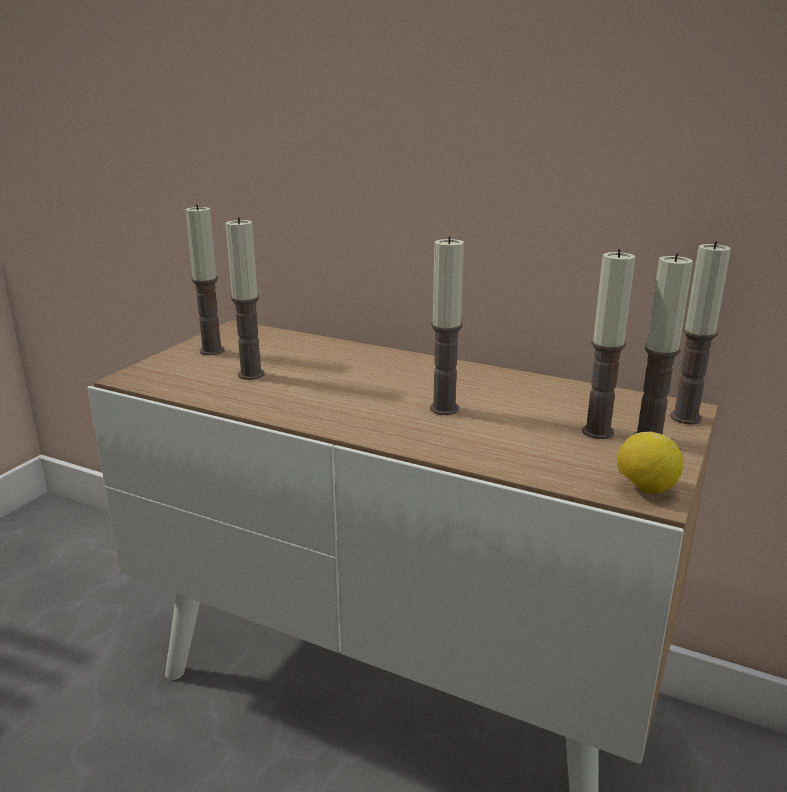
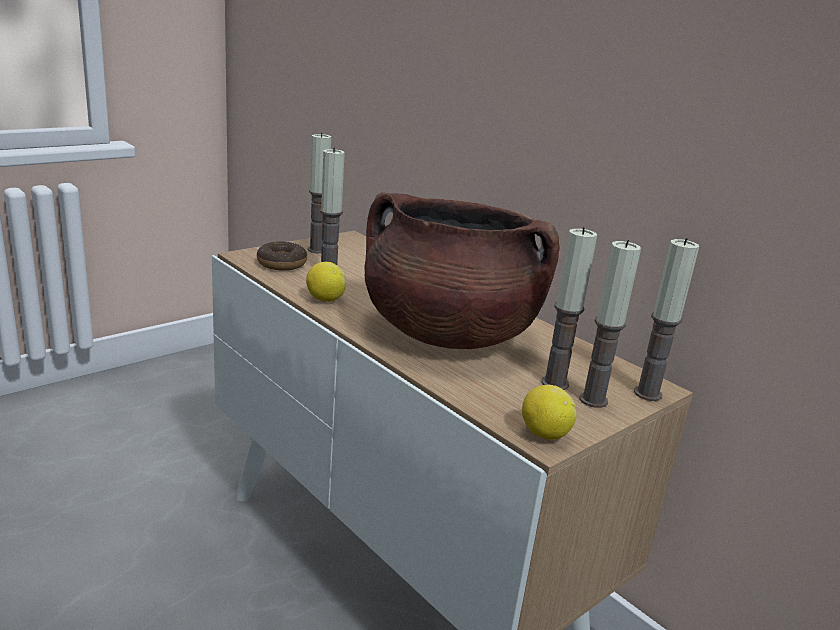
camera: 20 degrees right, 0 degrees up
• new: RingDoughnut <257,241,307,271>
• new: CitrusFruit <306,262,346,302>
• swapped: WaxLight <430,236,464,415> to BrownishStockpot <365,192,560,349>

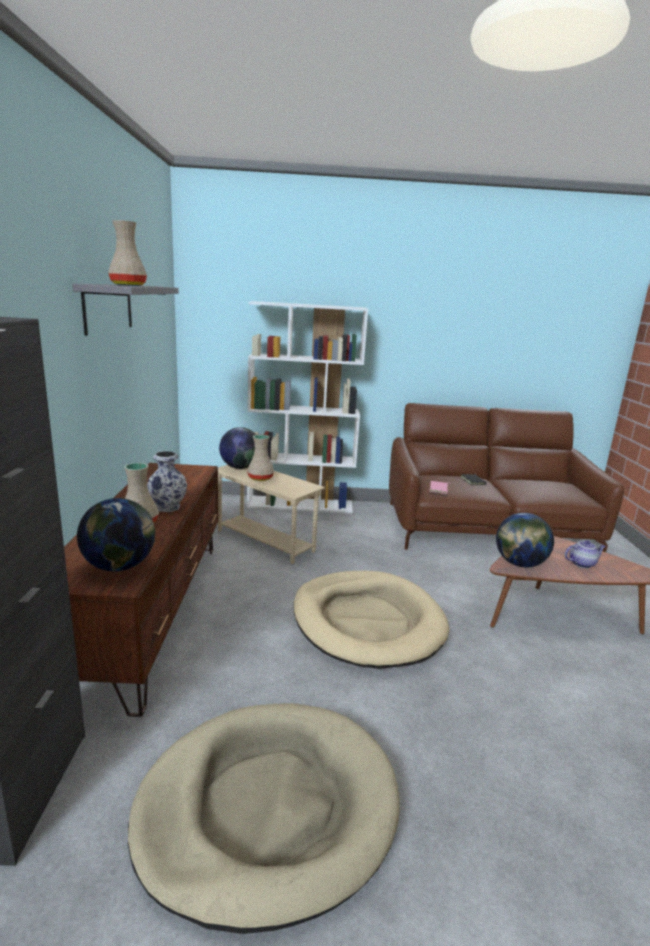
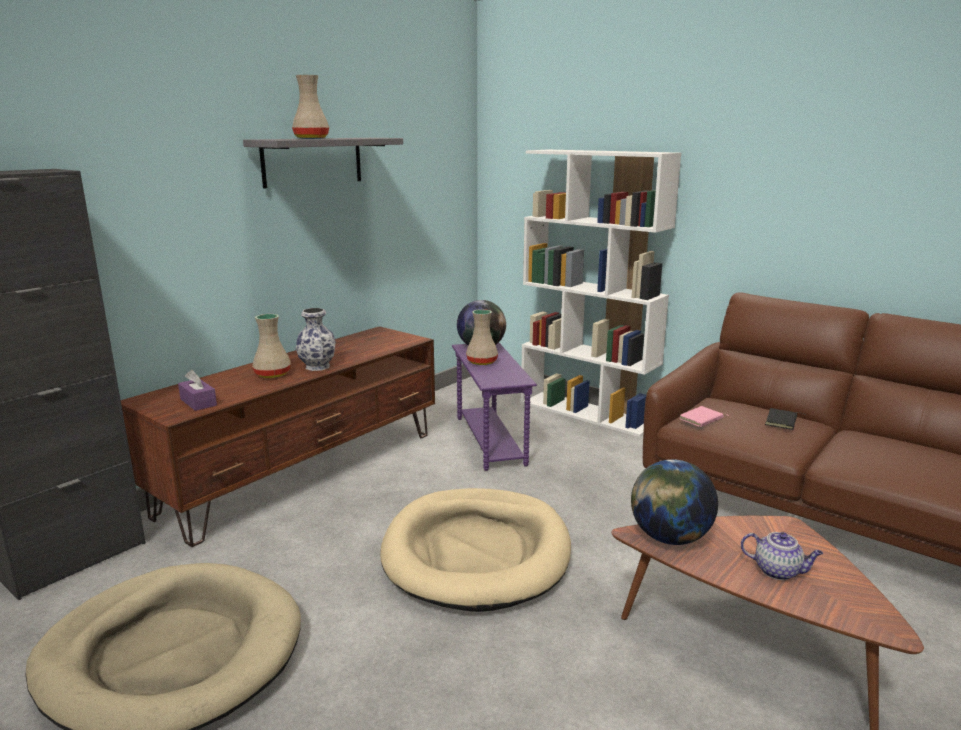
camera: 40 degrees right, 0 degrees up
• swapped: WorldGlobe <77,498,155,571> to PurpleColouredTissueBox <178,370,217,411>
• repainted: BeigeColouredSideTable <218,465,325,564> to PurpleColouredSideTable <452,343,537,471>

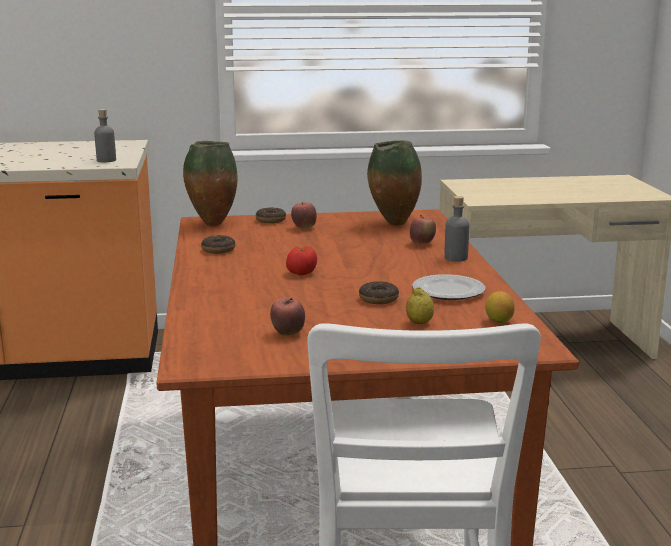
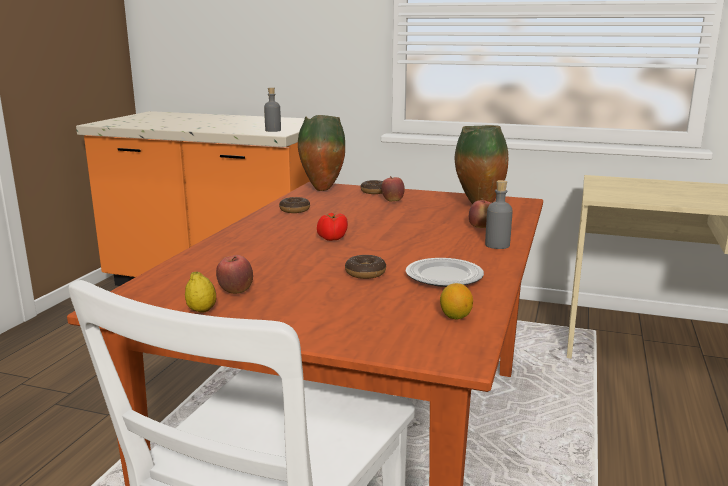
camera: 25 degrees right, 0 degrees up
• shifted: CitrusFruit <406,287,434,324> to <185,271,216,312>

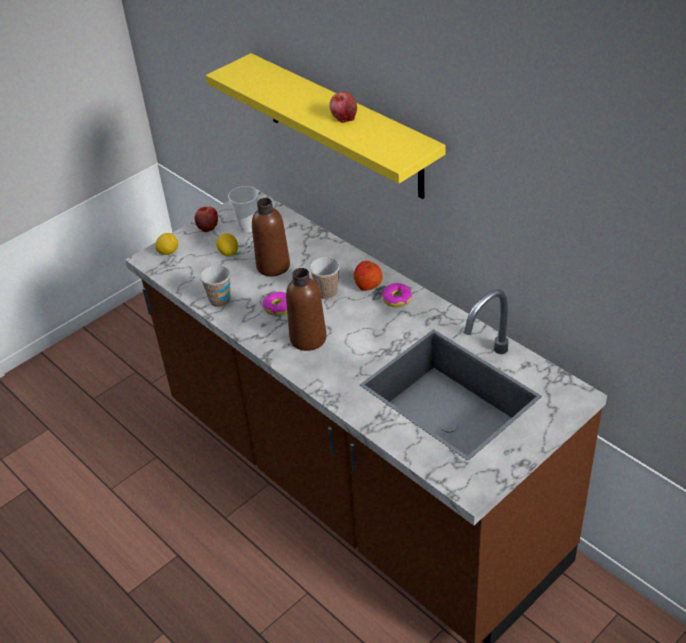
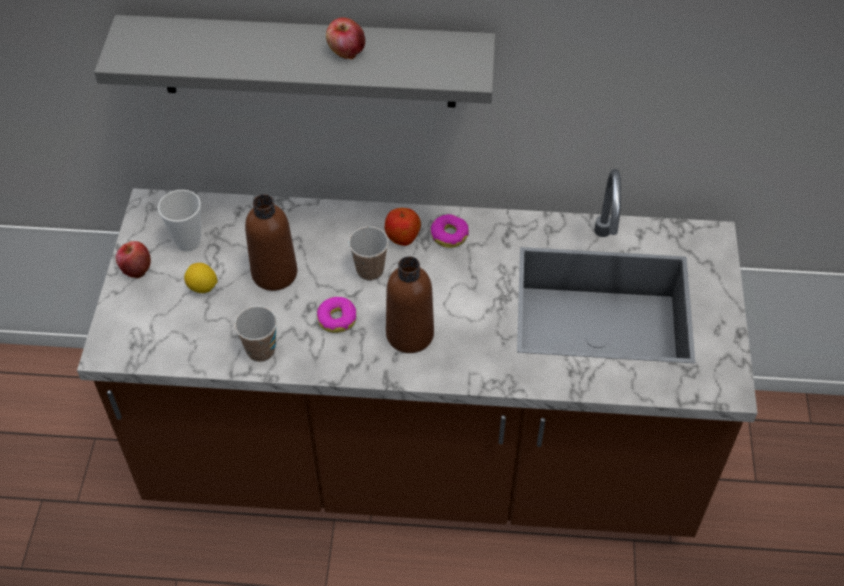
camera: 45 degrees left, 10 degrees up
• gone: CitrusFruit <155,233,178,255>
• repainted: YellowColouredWallShelf <206,53,445,199> to GreyWallShelf <94,15,496,108>

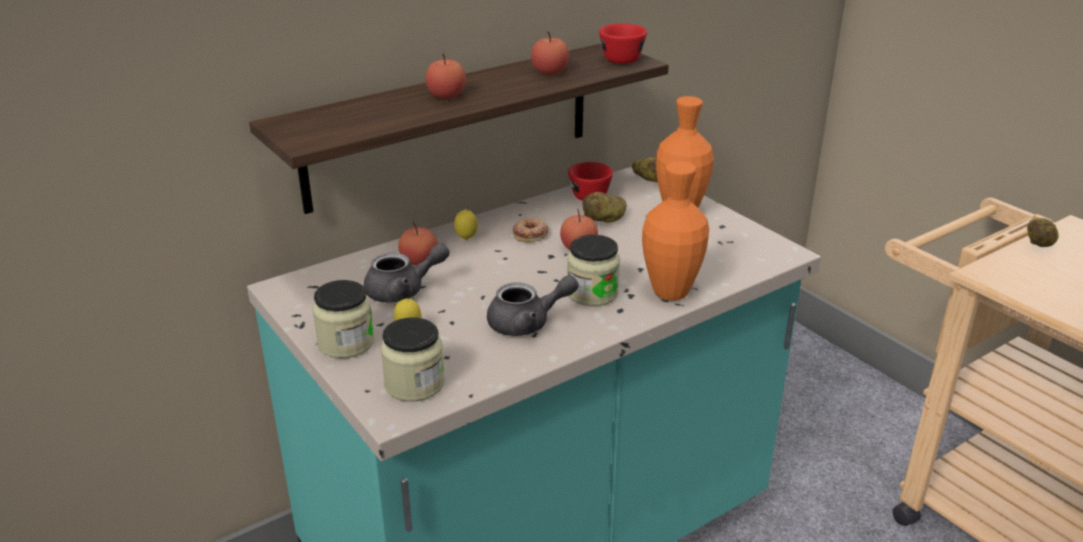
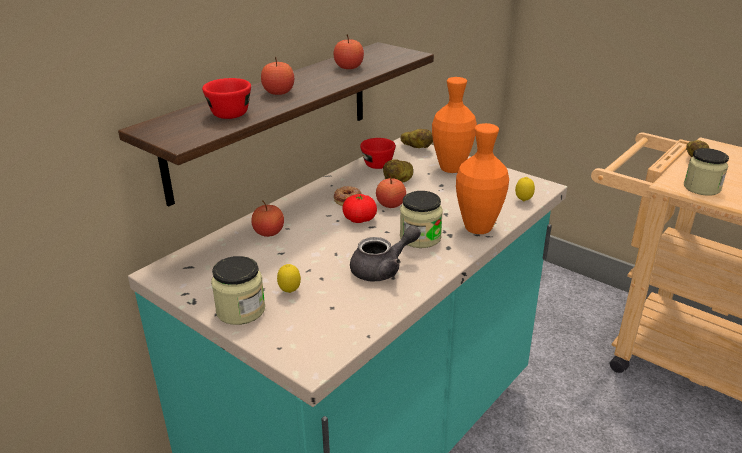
camera: 15 degrees left, 0 degrees up
• gone: GreyTeapot <364,243,450,303>
• new: FreshTomato <343,194,377,223>
• shifted: StorageJar <381,318,445,402> to <684,148,729,196>
• shifted: CitrusFruit <454,209,478,240> to <515,177,535,201>
• shifted: ReddishSmallCup <599,23,647,64> to <202,78,251,119>

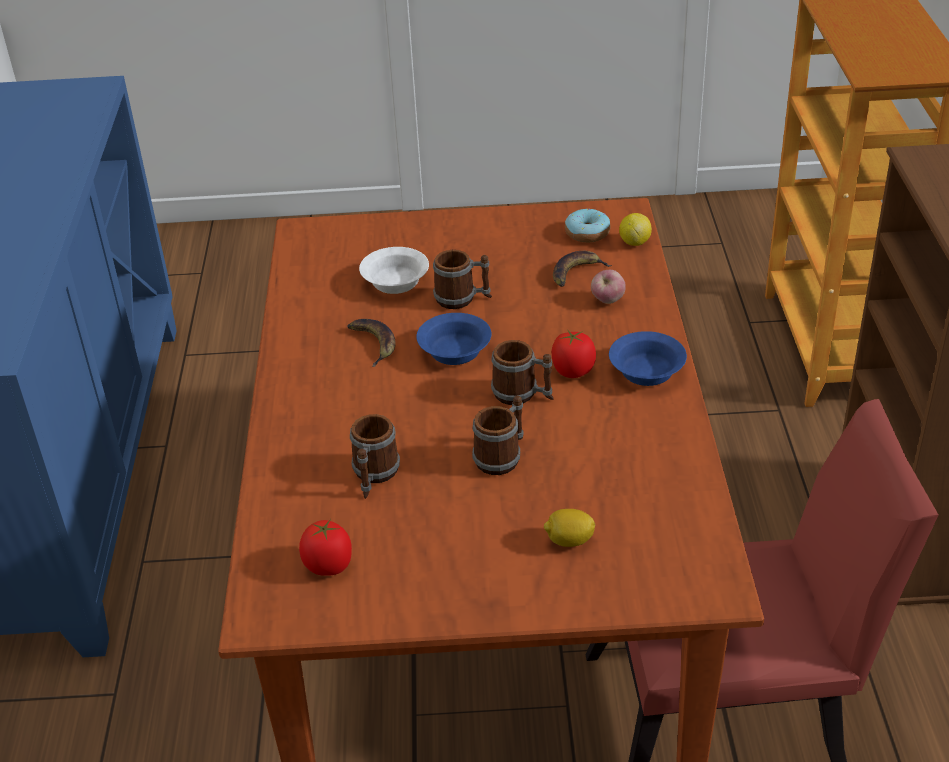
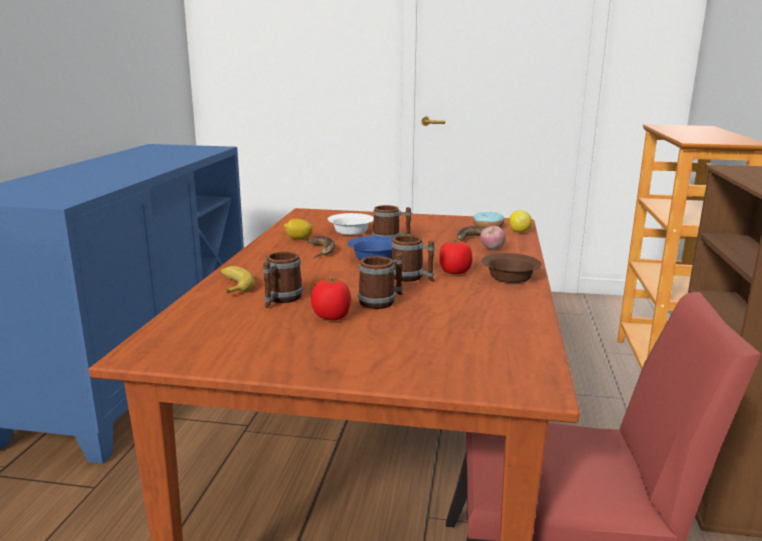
camera: 10 degrees right, 20 degrees down
• new: BananaFruit <221,266,255,294>
• shifted: FreshTomato <299,519,352,576> to <311,278,351,320>
• shifted: CitrusFruit <544,509,595,547> to <284,219,312,240>
• repainted: BluishBowl <609,331,687,386> to BrownishBowl <482,253,542,283>

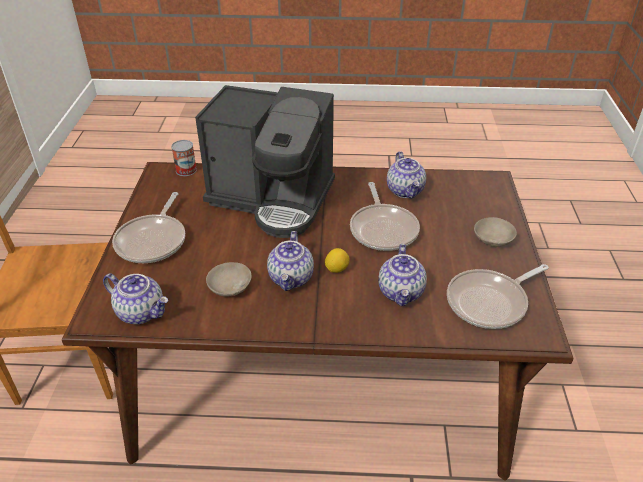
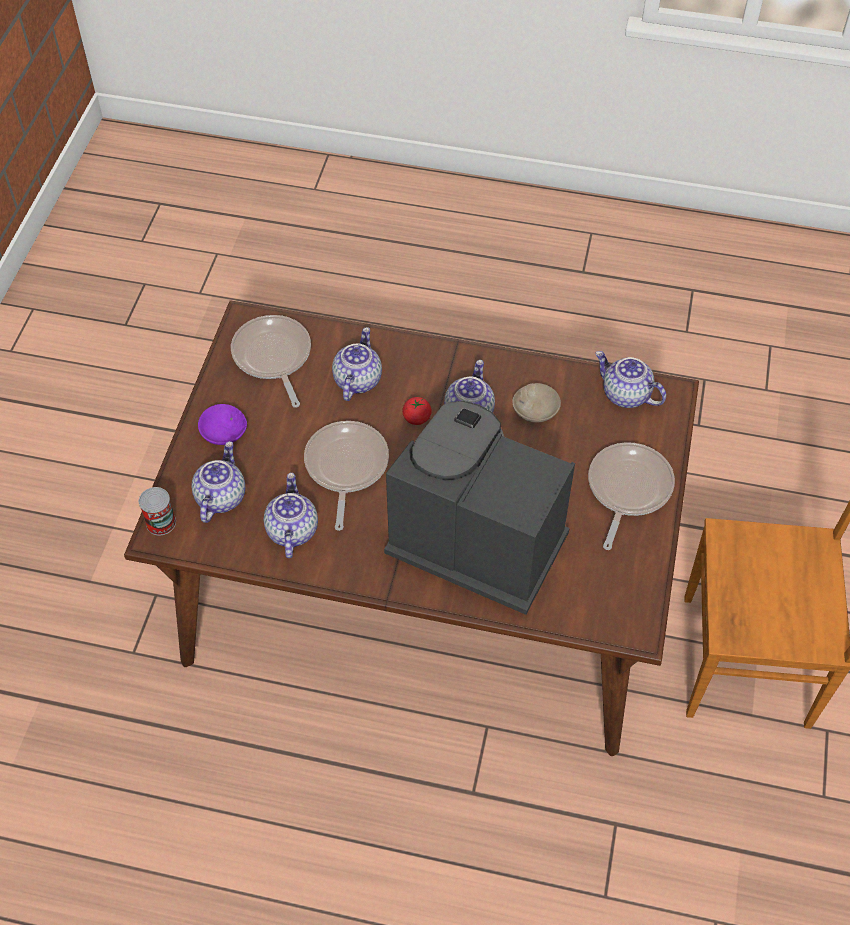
camera: 170 degrees left, 15 degrees up
• new: Teapot <192,441,245,523>
• shifted: MetalCan <171,140,197,176> to <139,487,176,535>
• swapped: CitrusFruit <325,248,350,273> to FreshTomato <402,397,432,425>
• repainted: BeigeColouredBowl <474,217,517,247> to PurpleColouredBowl <198,404,247,445>
• rotated: FryingPan <447,264,549,329> = <231,315,311,408> 90 degrees counterclockwise

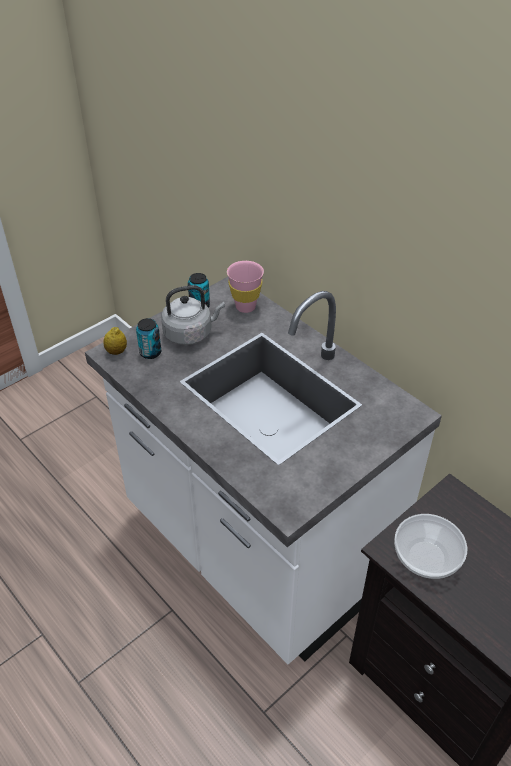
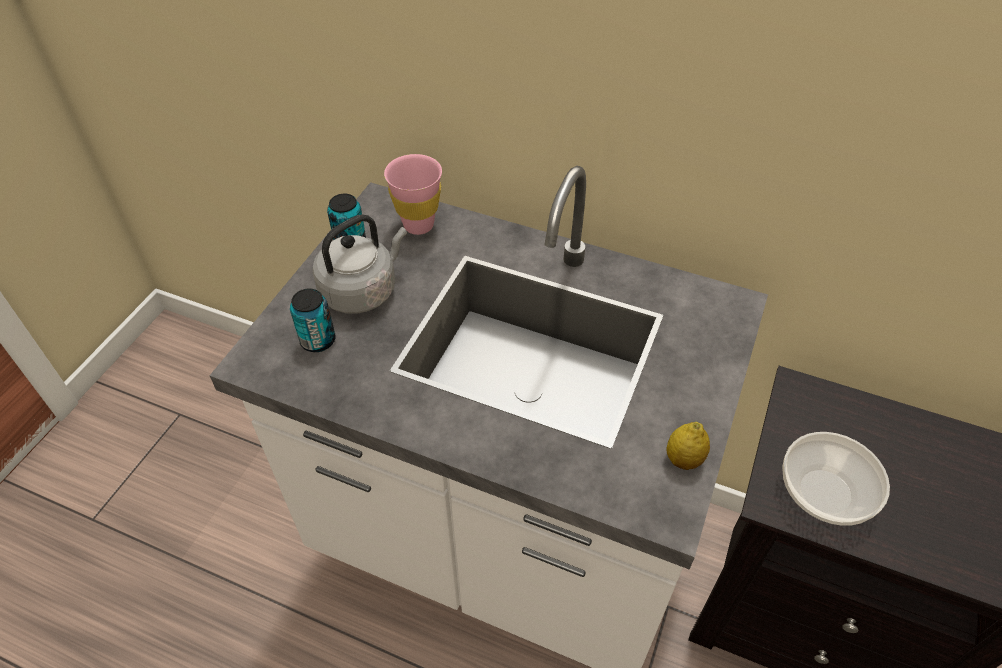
camera: 25 degrees left, 5 degrees up
• shifted: CitrusFruit <104,327,127,355> to <667,422,710,470>

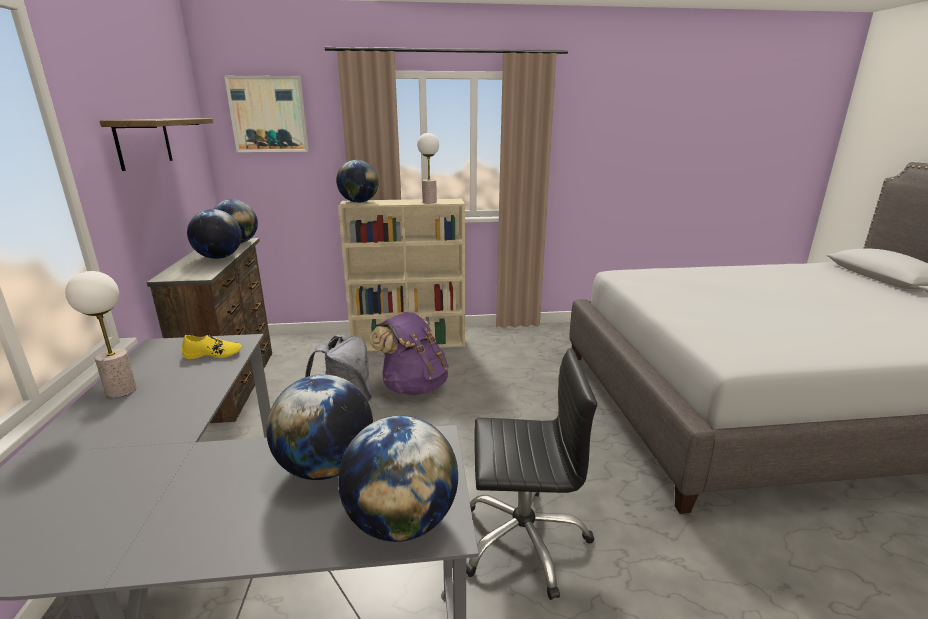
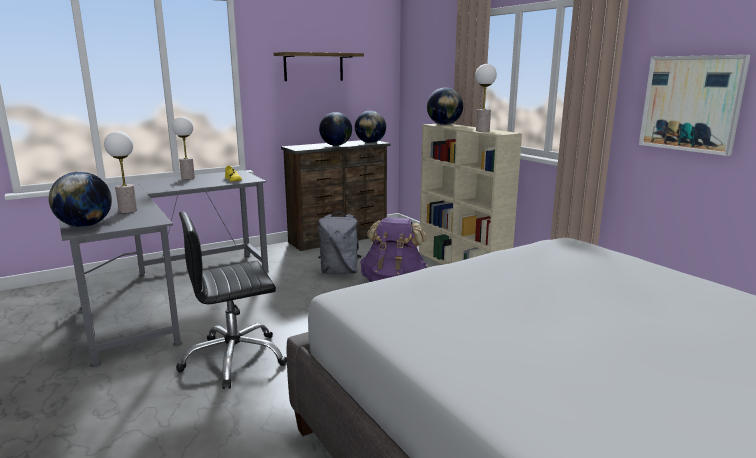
camera: 65 degrees right, 5 degrees down
• shifted: WallPicture <224,76,309,152> to <639,55,750,156>
• swapped: WorldGlobe <266,374,373,480> to TabletopLamp <104,131,137,213>
• rotated: BlackOfficeChair <466,348,597,600> = <176,211,287,389> 90 degrees clockwise

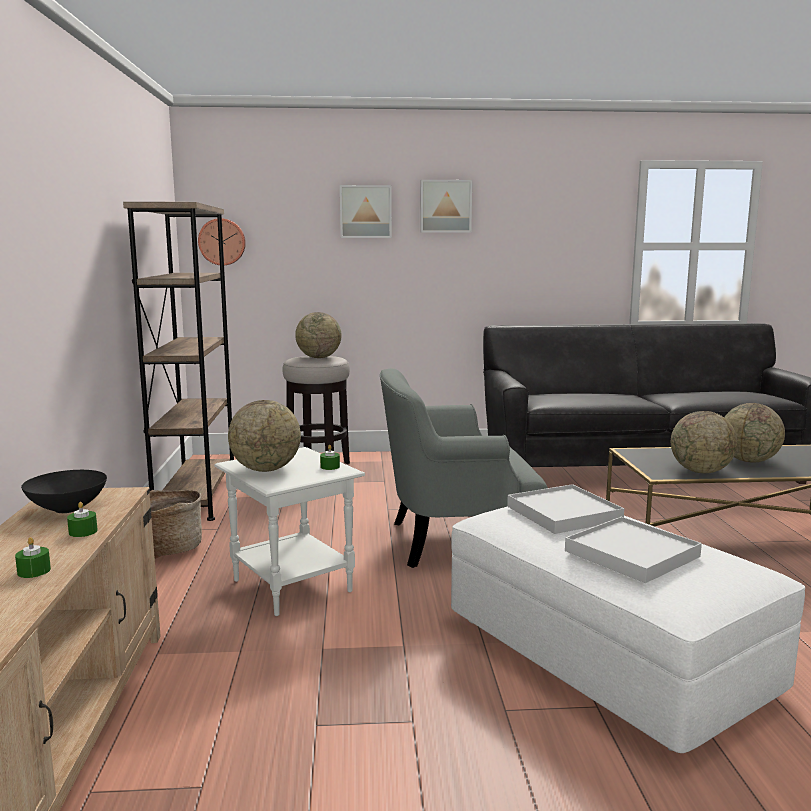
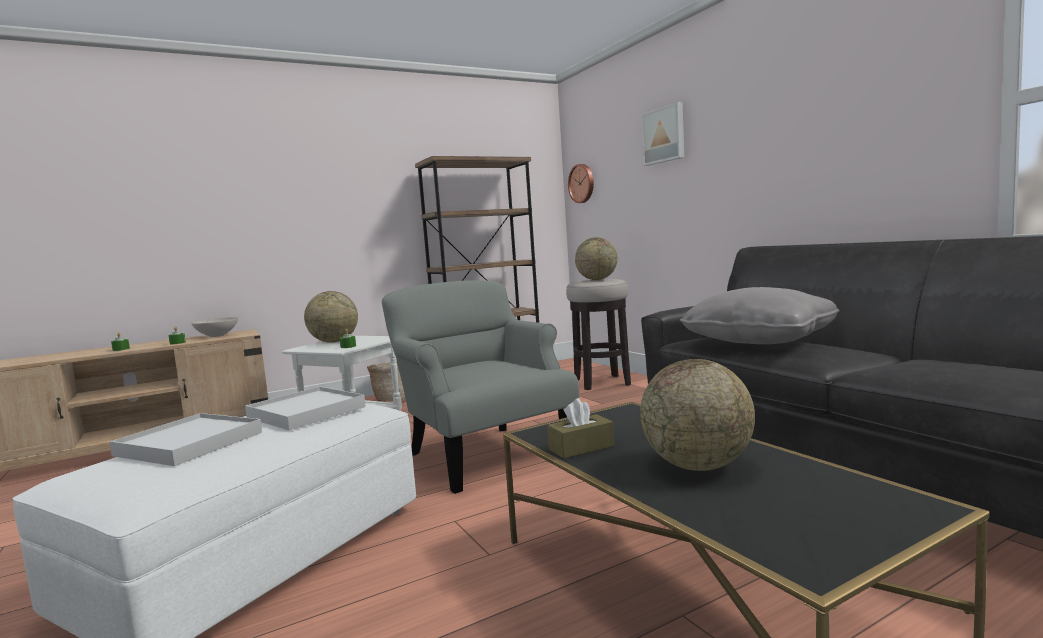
camera: 65 degrees right, 5 degrees down
• gone: WallPicture <420,180,472,233>
• new: GreyPillow <680,287,840,344>
• swapped: WorldGlobe <671,411,737,473> to BrownishTissueBox <547,398,614,458>
• repainted: BlackBowl <21,470,107,513> to WhiteColouredBowl <191,317,238,337>

